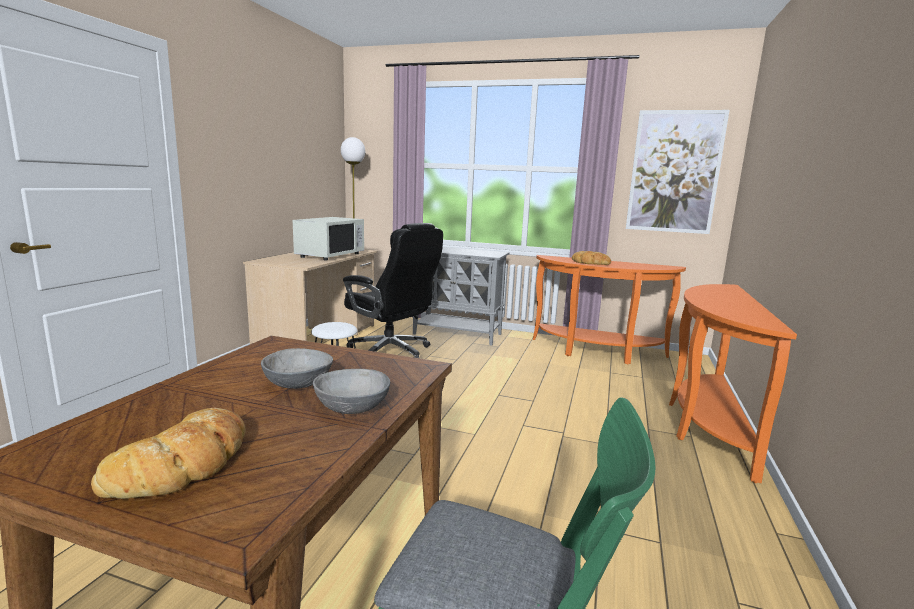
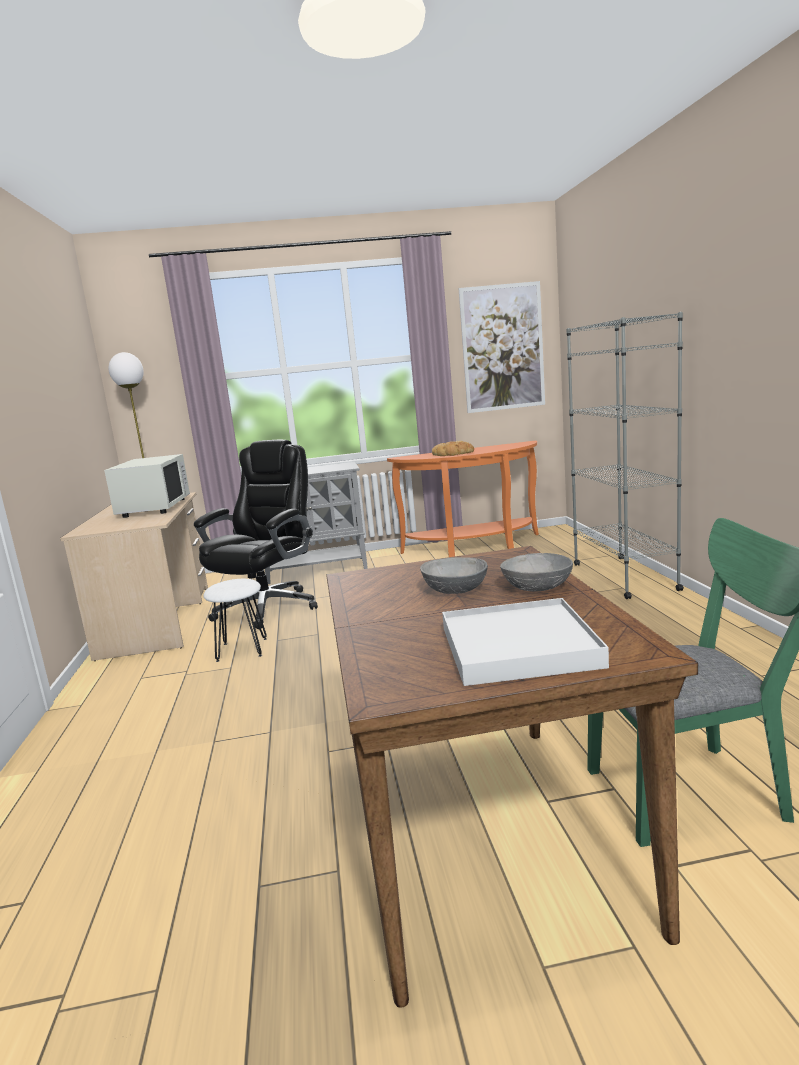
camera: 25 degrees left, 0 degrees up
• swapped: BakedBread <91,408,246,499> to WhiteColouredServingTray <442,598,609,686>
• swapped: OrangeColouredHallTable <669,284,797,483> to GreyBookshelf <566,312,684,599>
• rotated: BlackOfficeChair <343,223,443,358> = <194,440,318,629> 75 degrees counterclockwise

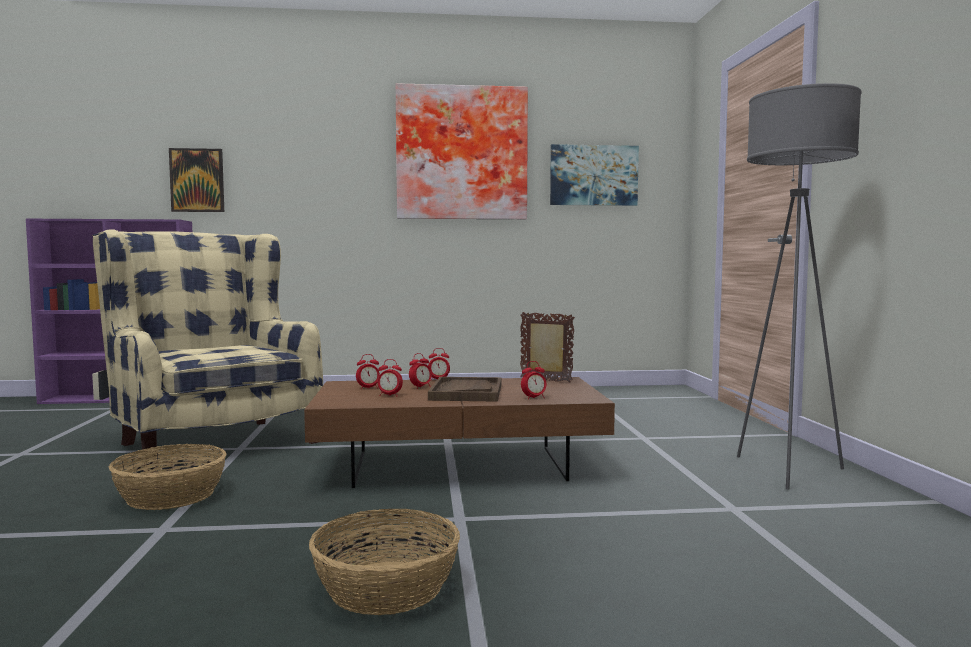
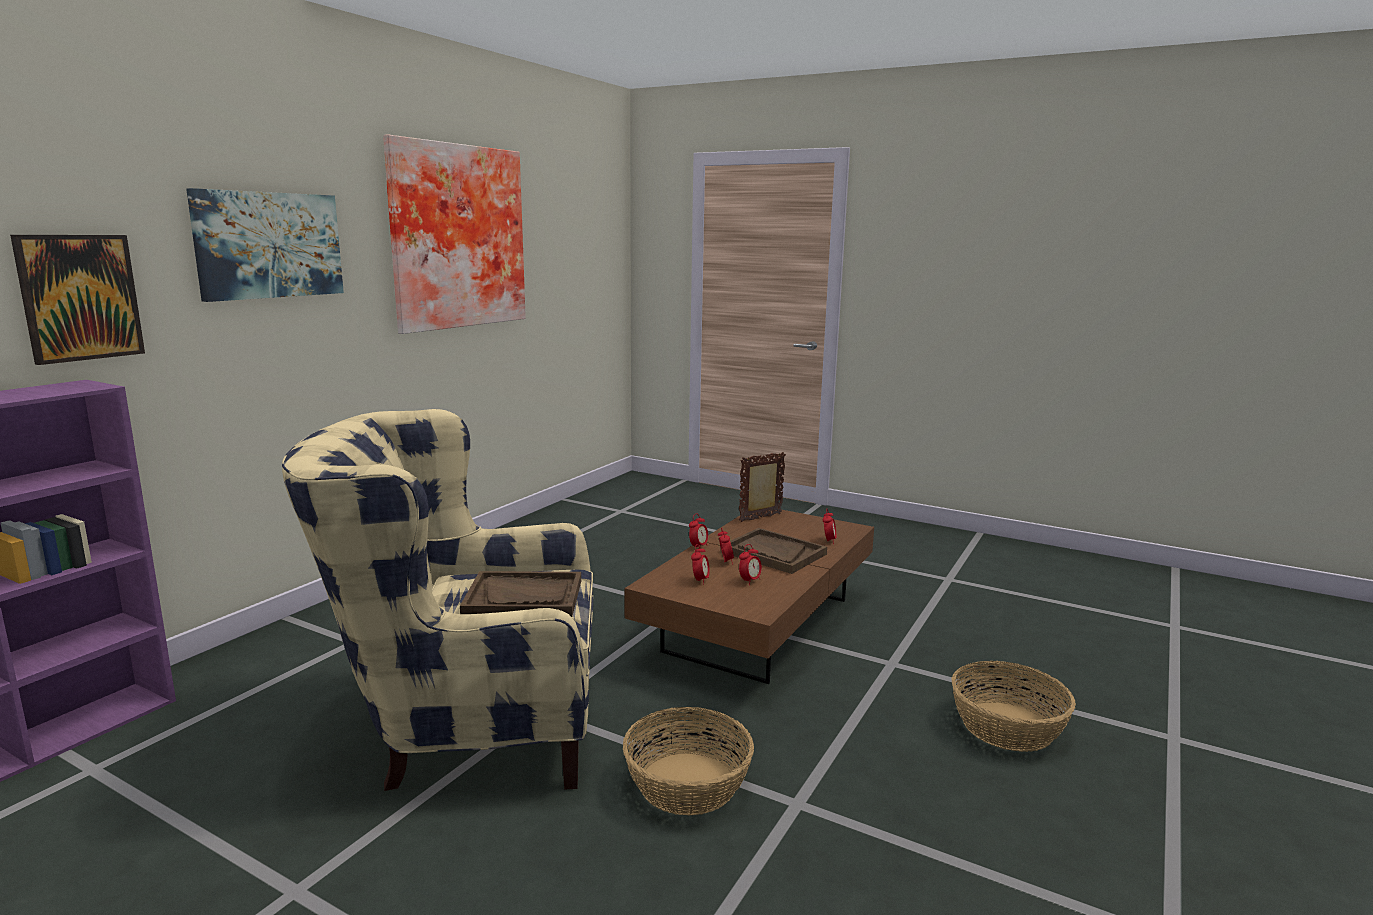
camera: 55 degrees left, 10 degrees up
• gone: GreyStandardLamp <737,83,862,490>
• new: BrownishServingTray <460,571,581,617>
• shifted: WallPicture <550,144,639,206> to <186,188,344,302>

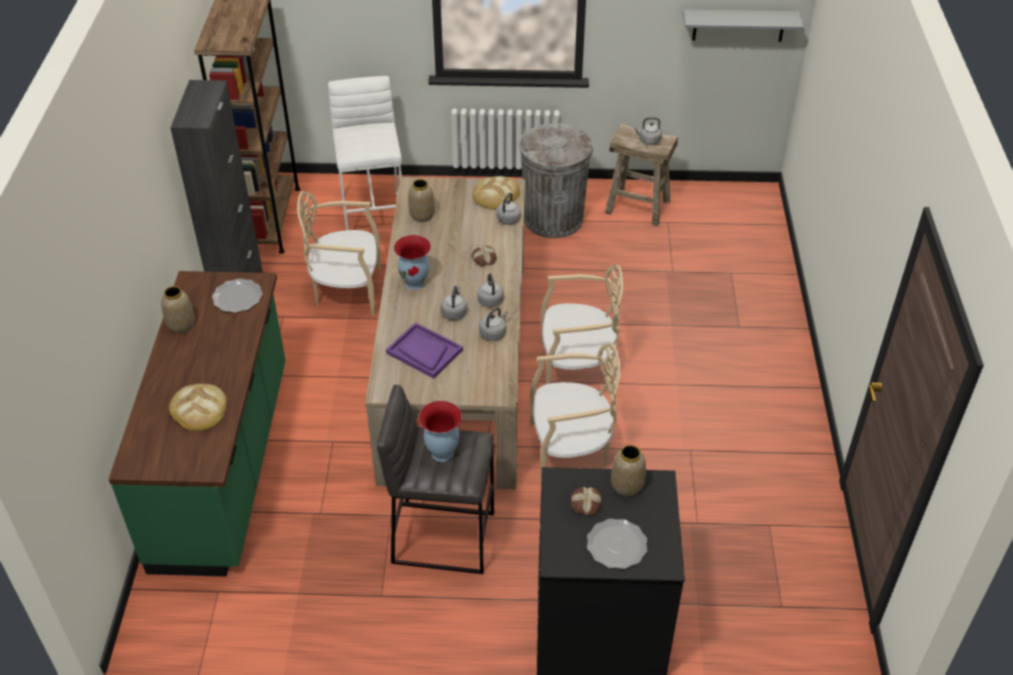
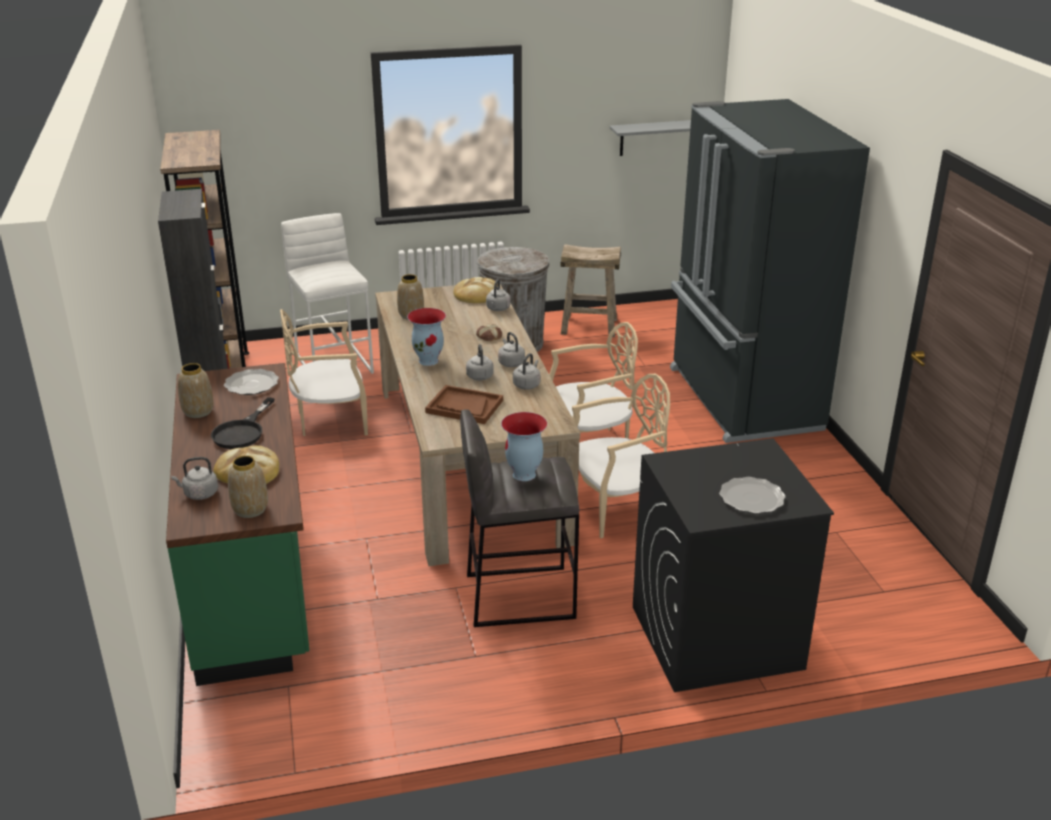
camera: 15 degrees left, 15 degrees down
• gone: BakedBread <571,487,602,515>
• new: BlackFryingPan <211,397,275,449>
• new: BlackFridge <670,99,870,443>
• shifted: FlowerVase <611,445,646,497> to <228,455,268,518>
• shifted: GreyTeaKettle <634,117,662,145> to <171,457,218,500>
• repainted: PurpleColouredServingTray <386,322,463,379> to BrownishServingTray <425,385,503,424>

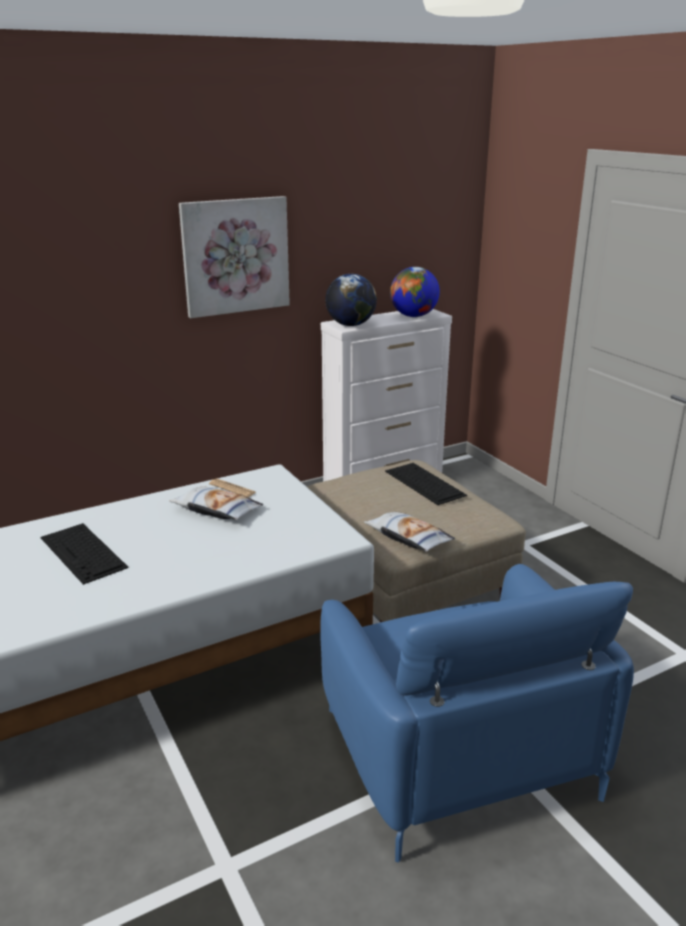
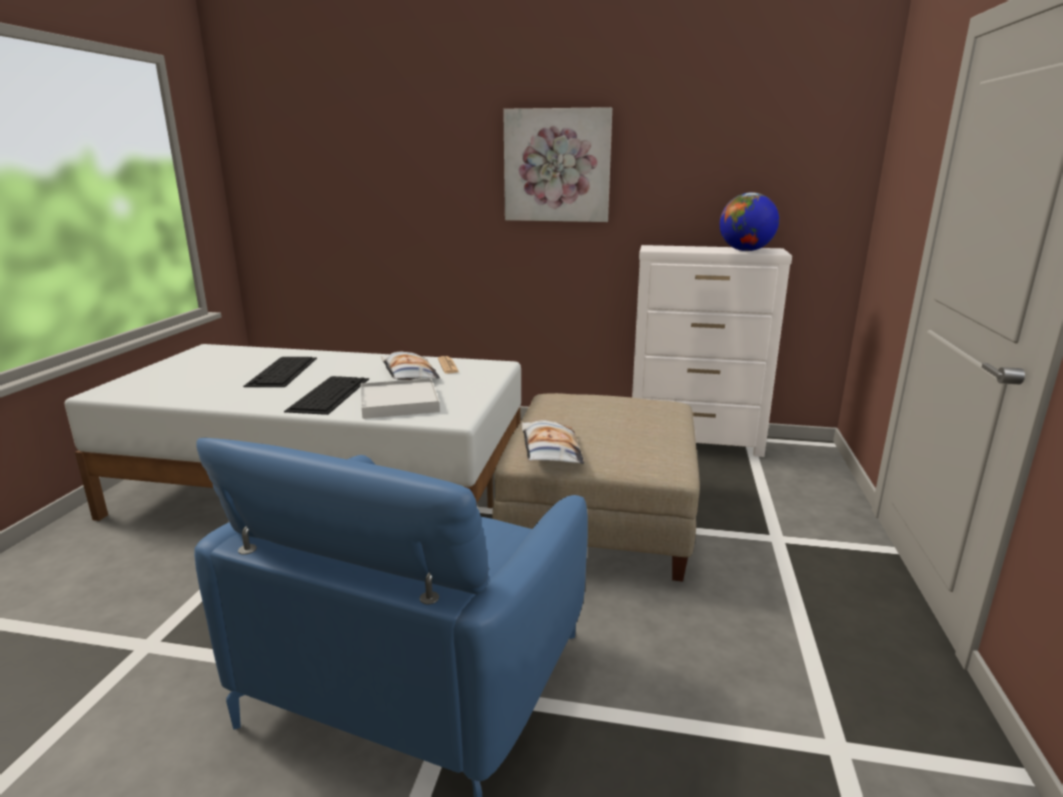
camera: 40 degrees right, 5 degrees down
• gone: WorldGlobe <325,274,377,326>
• new: WhiteColouredServingTray <361,378,440,419>
• shifted: PcKeyboard <385,463,467,505> to <284,376,369,415>

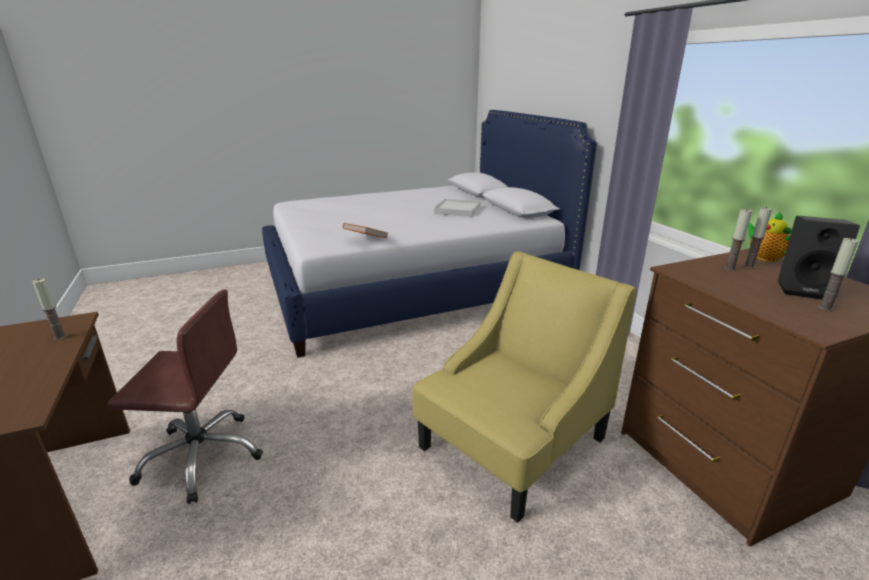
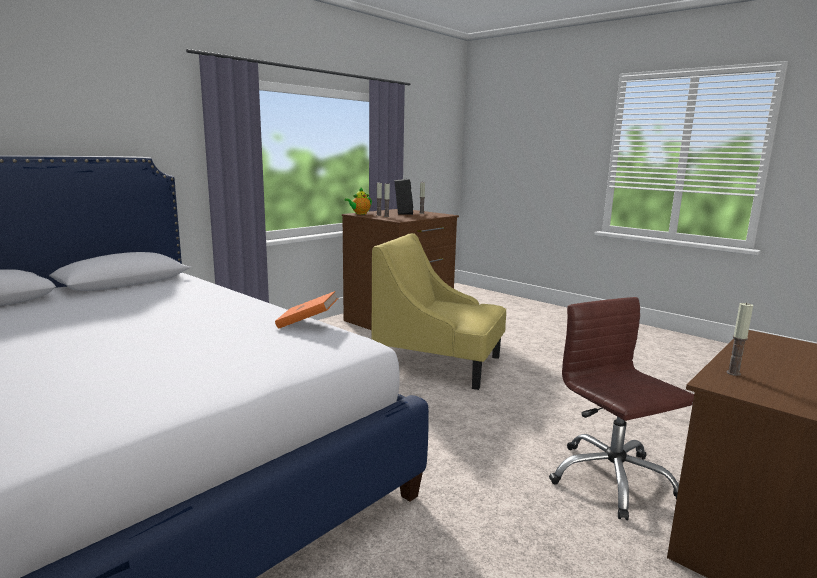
camera: 115 degrees left, 10 degrees down
• gone: WhiteColouredServingTray <434,199,481,217>

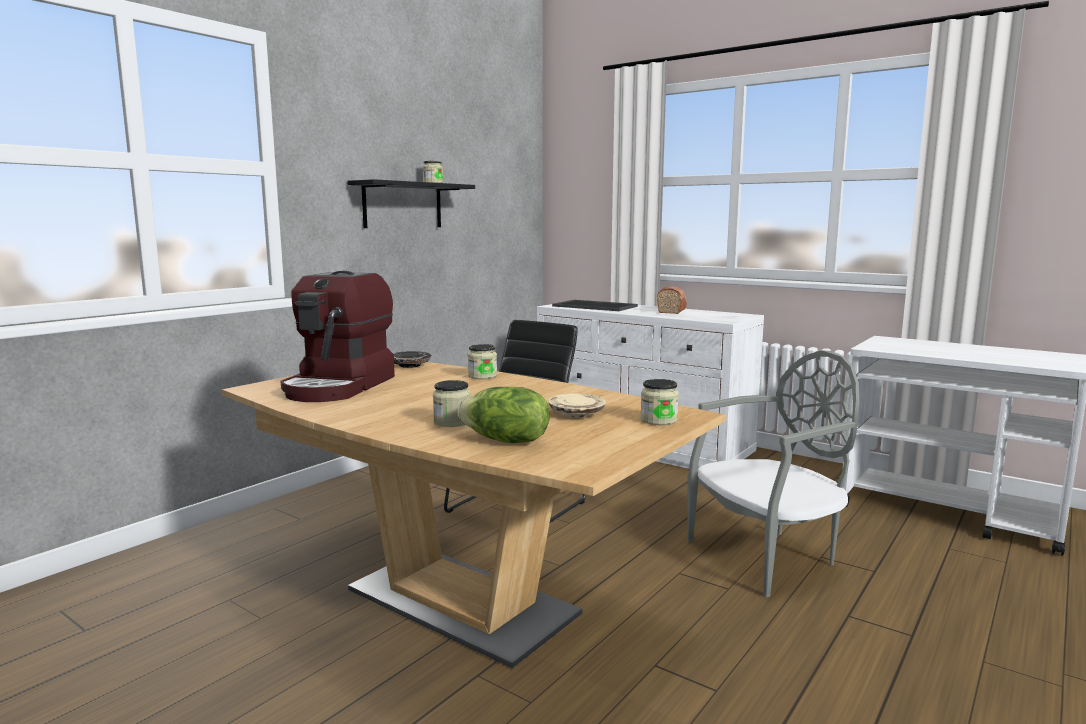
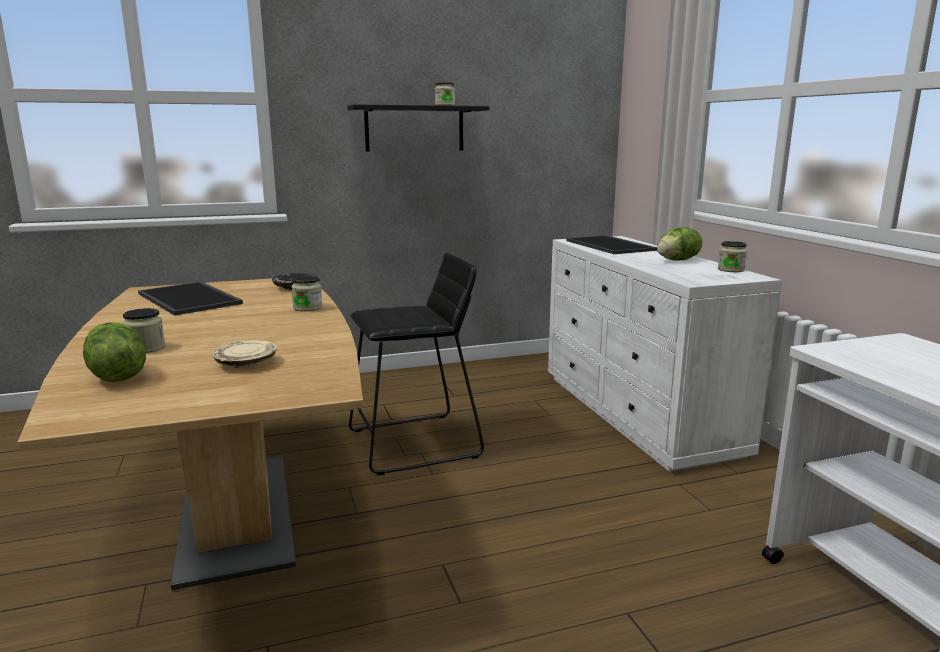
camera: 35 degrees right, 5 degrees up
• gone: GreyUprightChair <687,350,859,597>
• shifted: StorageJar <640,379,679,425> to <718,241,747,272>
• swapped: CoffeeBrewer <281,271,395,402> to ServingTray <138,282,243,316>
• swapped: BakedBread <657,286,687,314> to Lettuce <657,227,702,261>

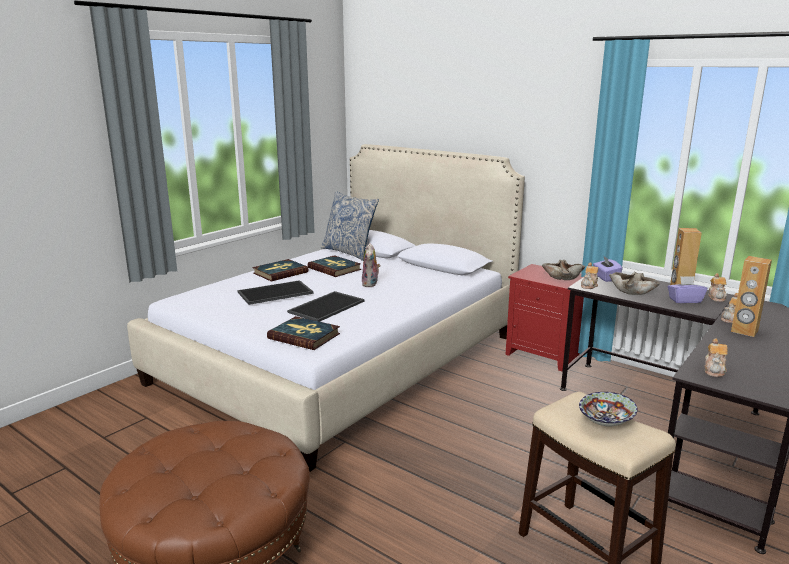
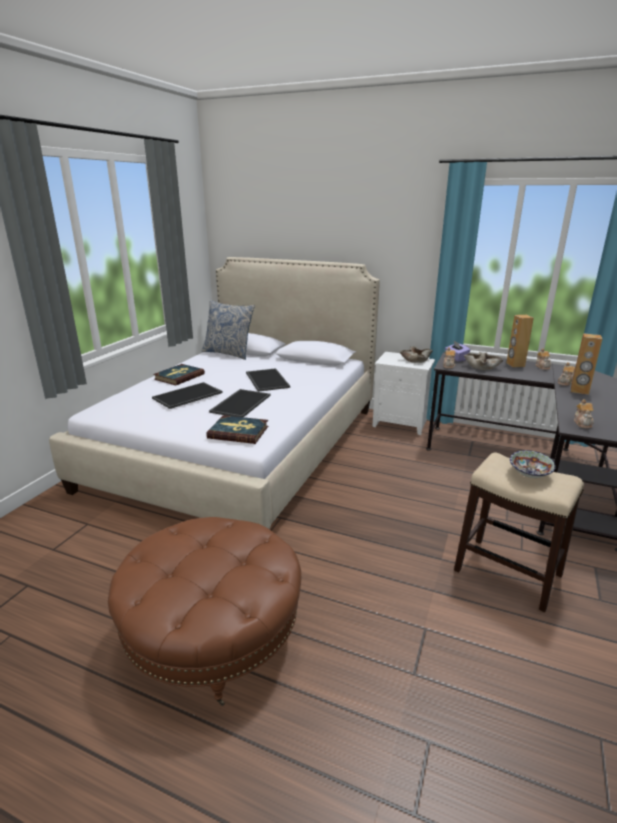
camera: 15 degrees left, 5 degrees up
• gone: BoundBook <308,255,361,277>
• gone: PurpleColouredTissueBox <668,276,707,303>
• swapped: CuddlyToy <362,243,380,287> to ServingTray <246,368,290,392>
• repainted: ReddishNightstand <505,264,584,371> to WhiteColouredNightstand <372,352,435,435>

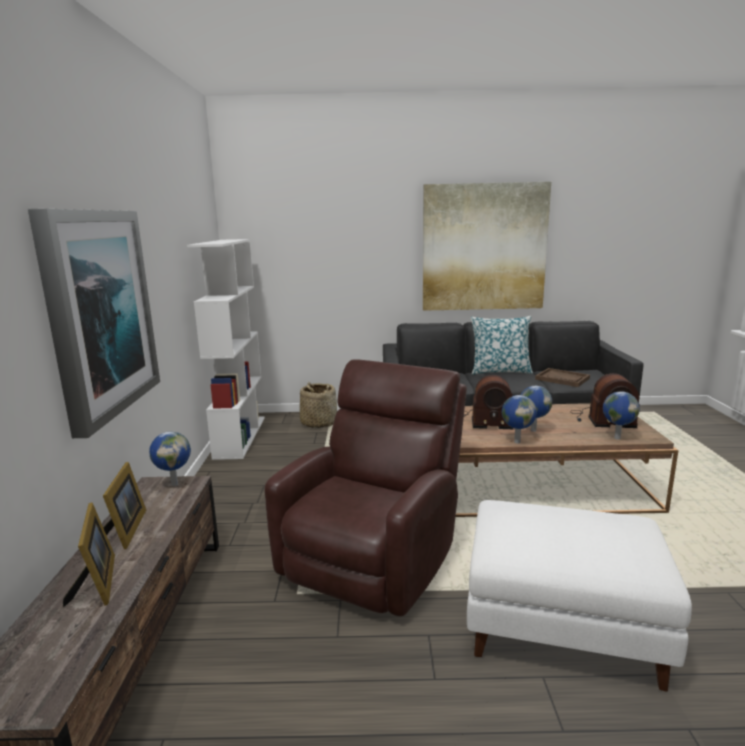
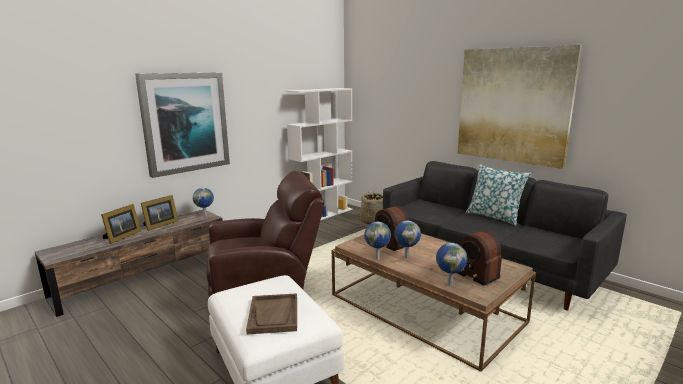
camera: 45 degrees right, 0 degrees up
• shifted: BrownishServingTray <535,368,590,387> to <246,293,297,334>

